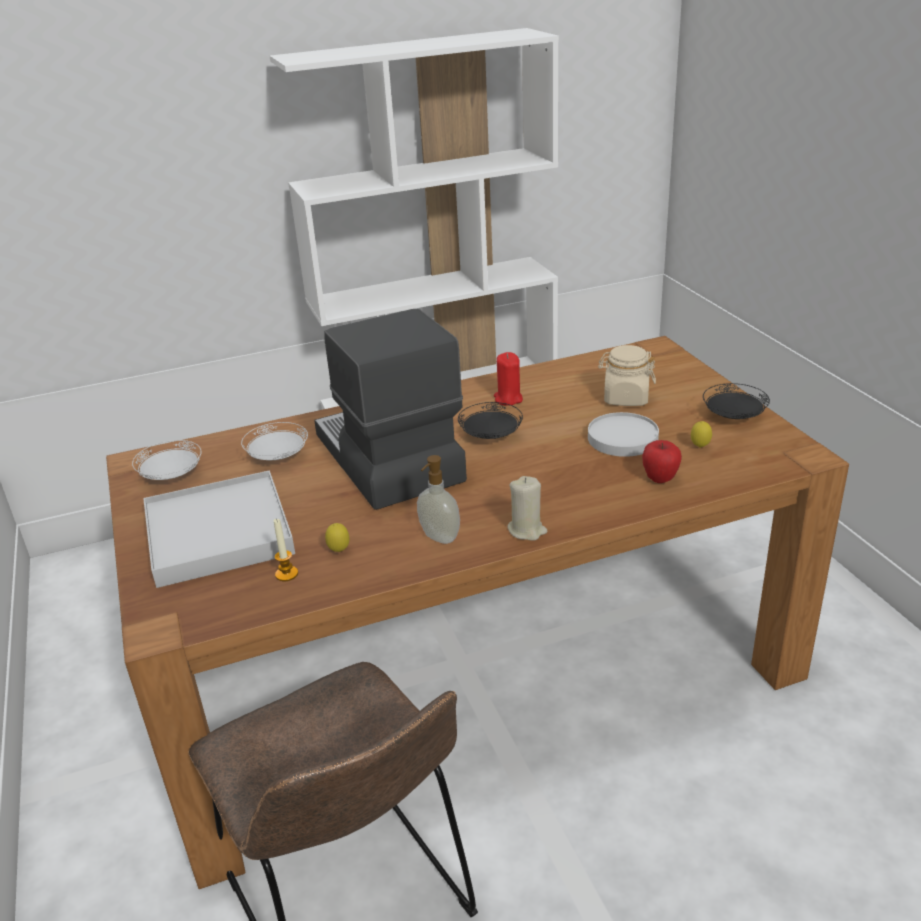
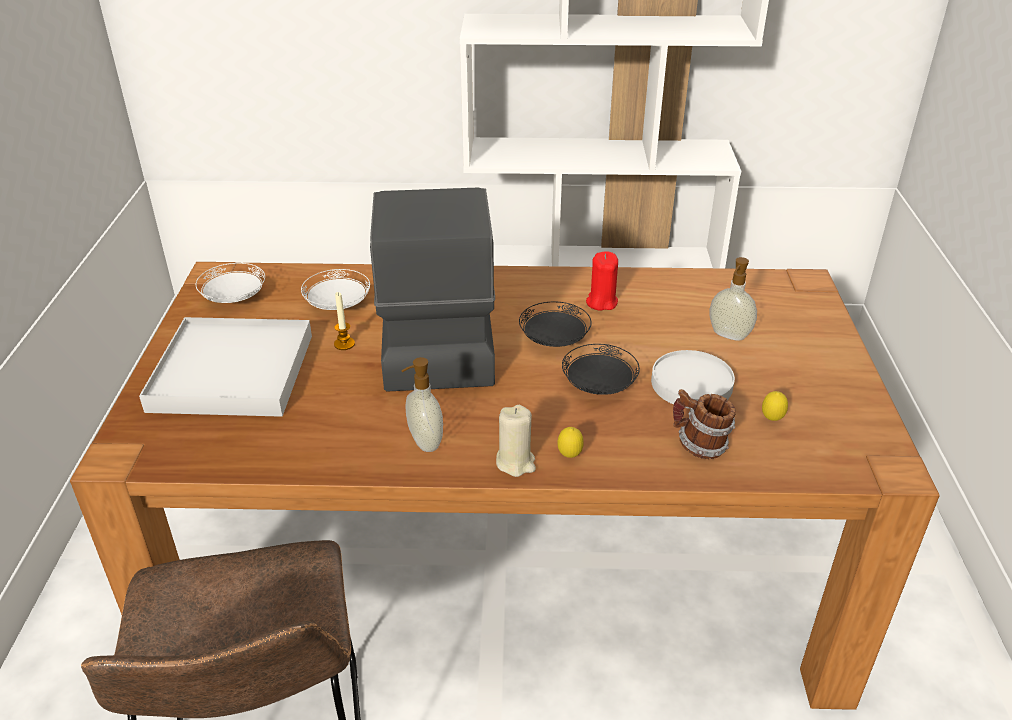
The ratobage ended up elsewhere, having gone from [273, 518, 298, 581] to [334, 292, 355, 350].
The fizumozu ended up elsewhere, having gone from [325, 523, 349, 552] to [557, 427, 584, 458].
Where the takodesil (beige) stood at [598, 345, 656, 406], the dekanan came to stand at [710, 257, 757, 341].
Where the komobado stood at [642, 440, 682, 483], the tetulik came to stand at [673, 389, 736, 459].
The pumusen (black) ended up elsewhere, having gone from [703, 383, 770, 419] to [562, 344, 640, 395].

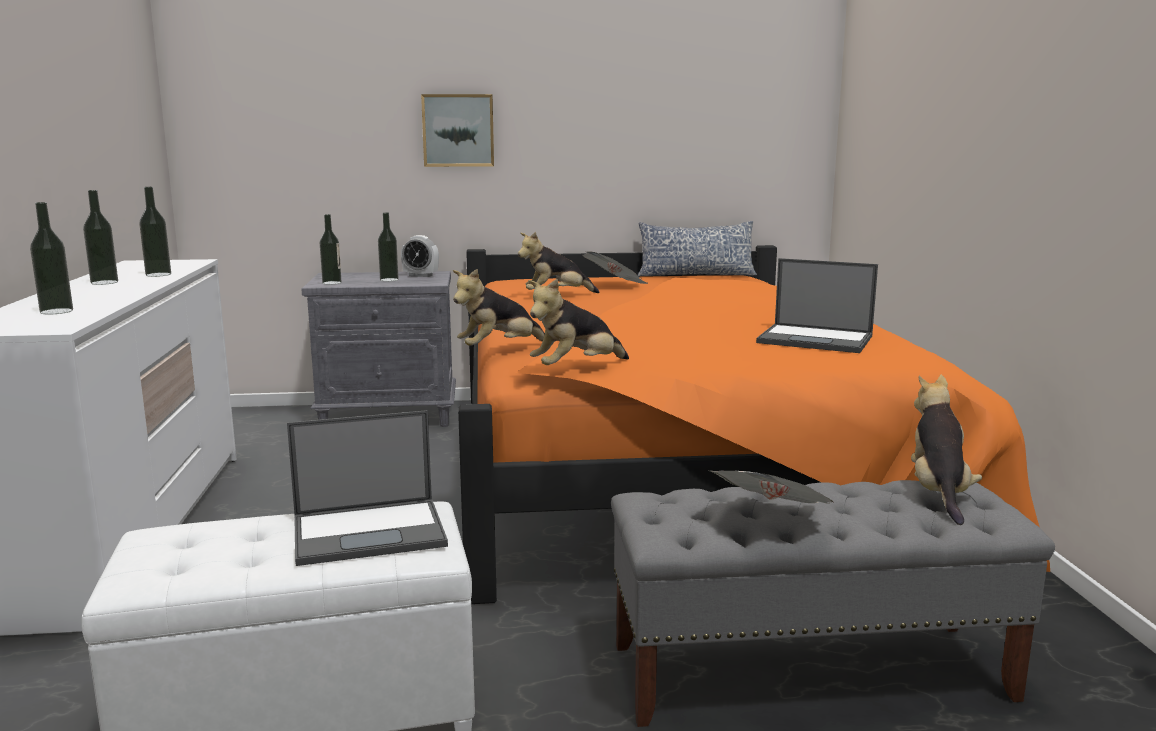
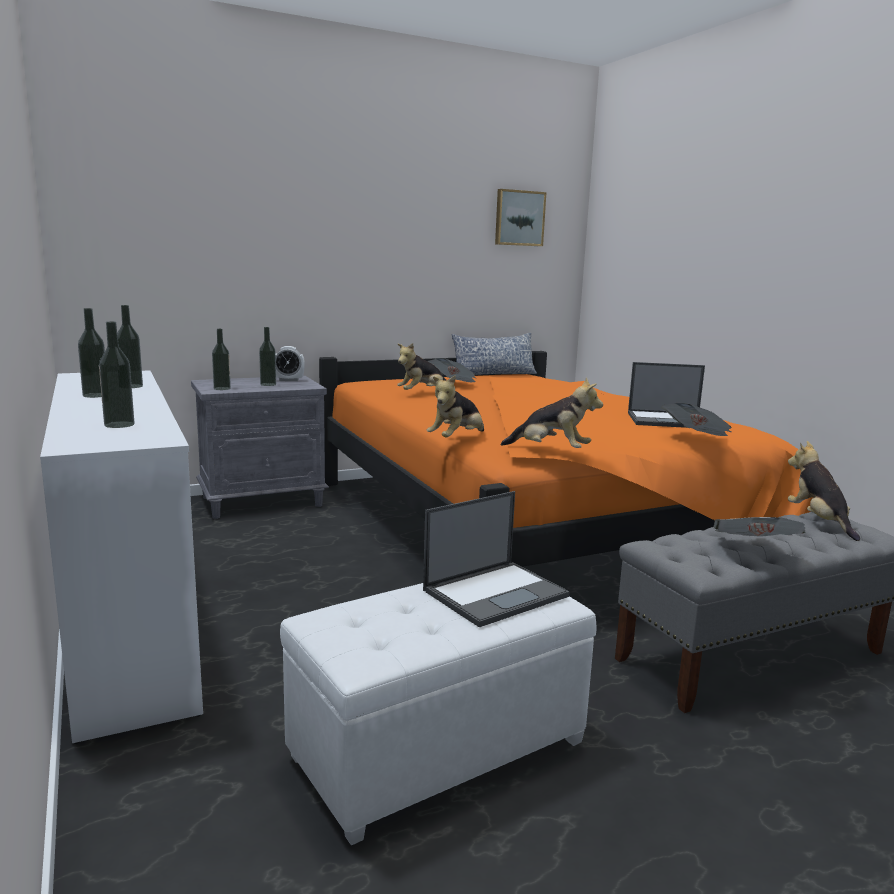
The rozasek ended up elsewhere, having gone from [421, 94, 494, 167] to [495, 189, 546, 246].
The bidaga at [529, 279, 629, 365] ended up facing another way, 105 degrees counterclockwise from before.
The second view gained the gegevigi at [661, 403, 732, 436].

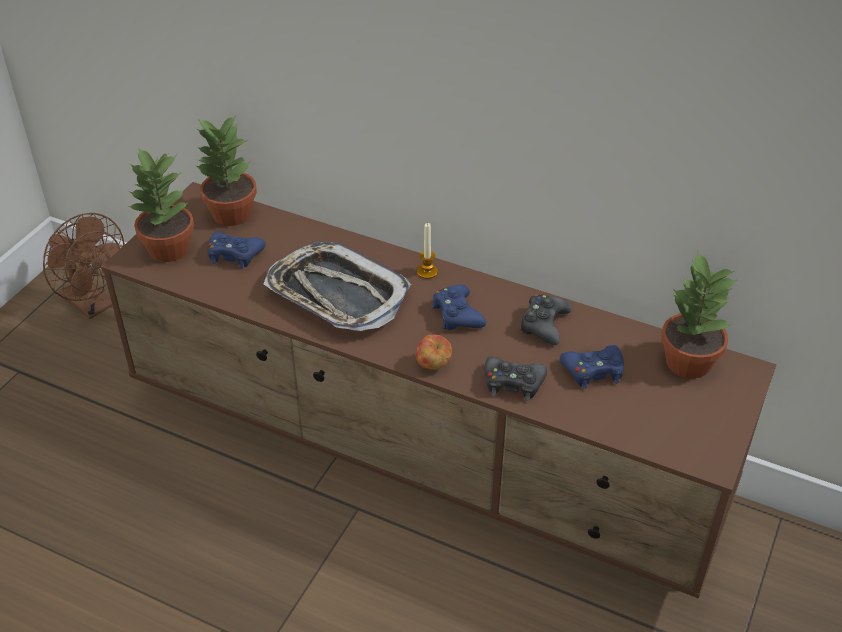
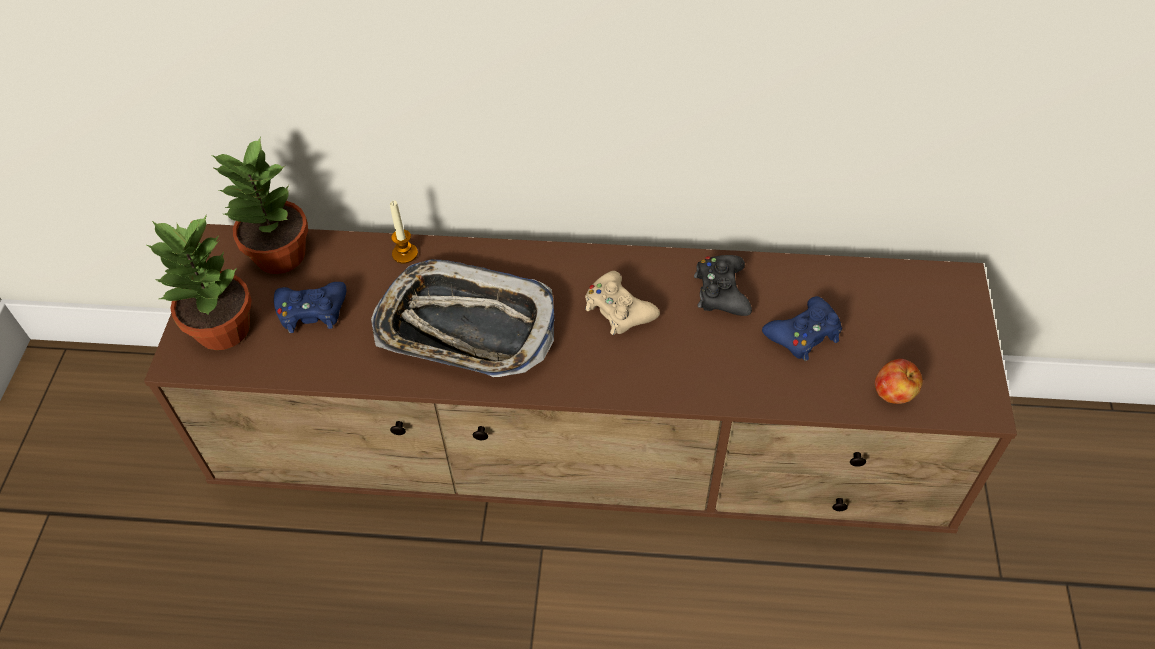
The second view lost the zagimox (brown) at [43, 213, 125, 319].
The komobado ended up elsewhere, having gone from [415, 334, 452, 370] to [875, 359, 923, 404].
The ratobage ended up elsewhere, having gone from [417, 223, 438, 279] to [390, 200, 418, 264].
What was the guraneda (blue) at [431, 285, 486, 330] turned into the guraneda (beige) at [585, 271, 660, 335].
The second view lost the guraneda (black) at [485, 357, 547, 401].
The second view lost the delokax at [661, 252, 737, 378].

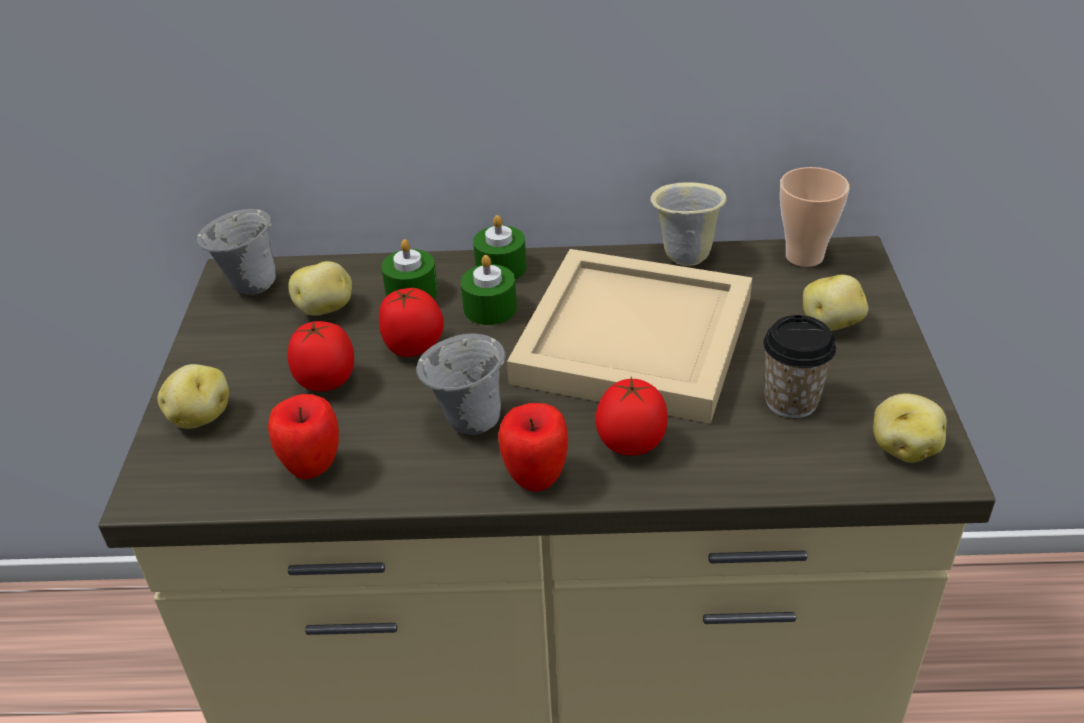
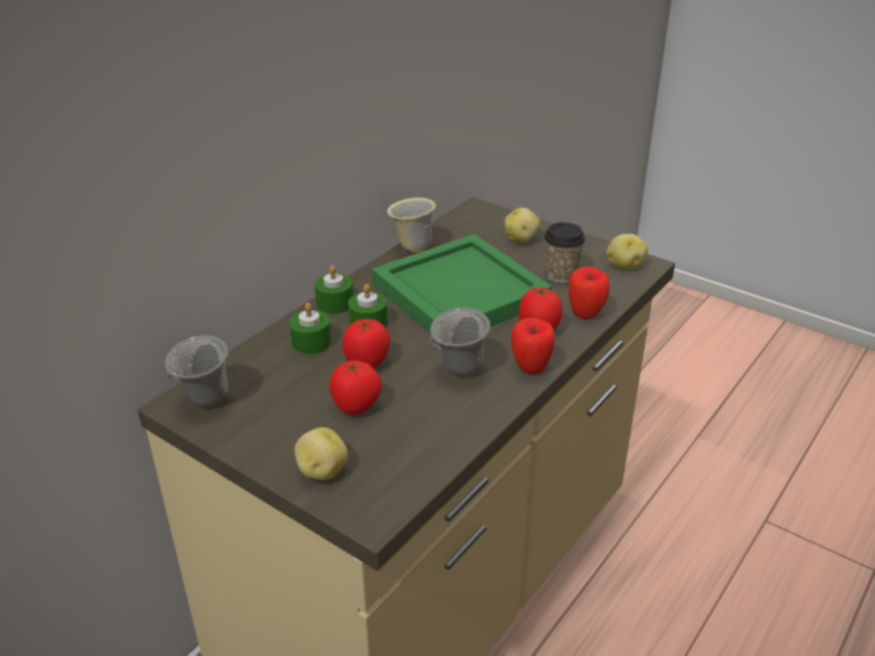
The komobado ended up elsewhere, having gone from [268, 394, 339, 479] to [569, 267, 610, 319].
The second view lost the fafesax at [288, 261, 352, 316].
What was the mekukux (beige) at [507, 249, 752, 424] turned into the mekukux (green) at [372, 234, 552, 334].
The second view lost the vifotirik at [780, 167, 850, 267].

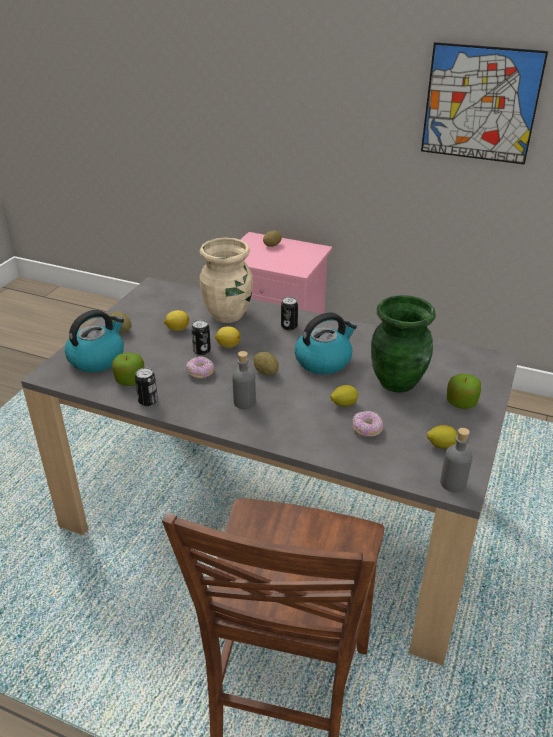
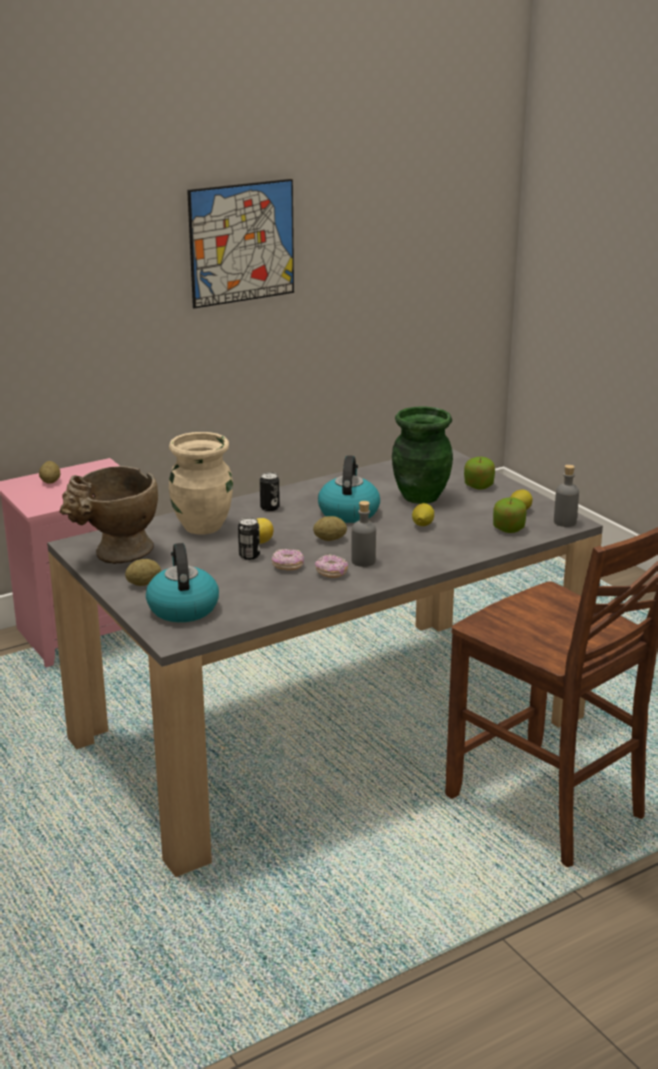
The komobado ended up elsewhere, having gone from [112, 352, 144, 386] to [493, 497, 526, 533].
The second view lost the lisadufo at [135, 368, 158, 406].
The second view lost the fizumozu at [164, 310, 189, 331].
The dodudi ended up elsewhere, having gone from [353, 411, 383, 437] to [315, 554, 348, 578].
The second view gained the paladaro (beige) at [60, 466, 158, 564].

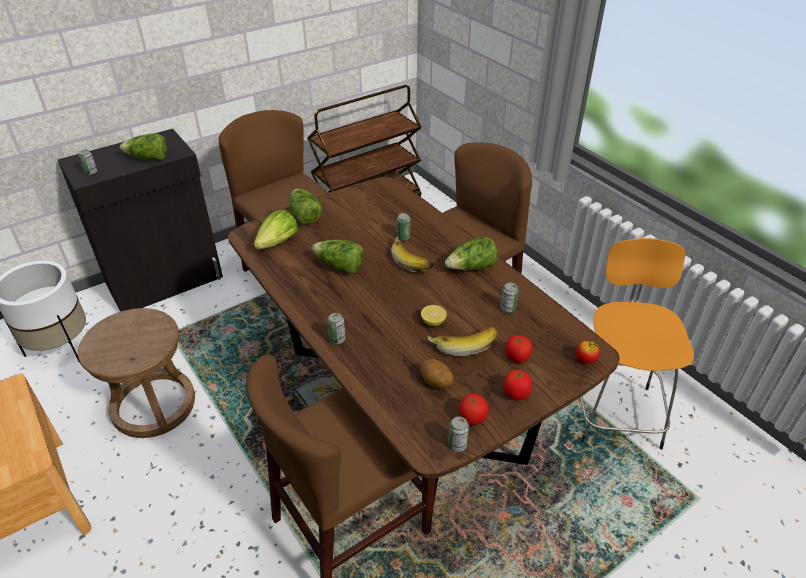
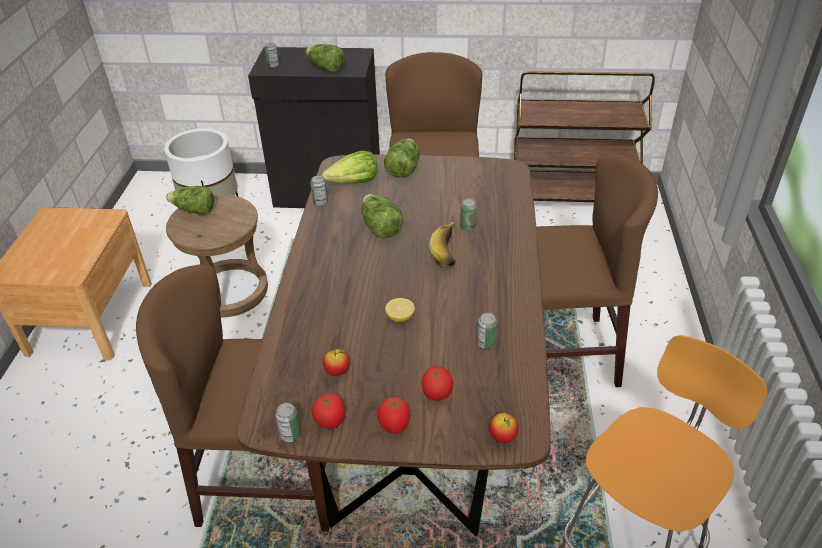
The lisadufo ended up elsewhere, having gone from [327, 313, 345, 344] to [310, 176, 328, 206].
Where the fafesax stood at [420, 359, 454, 389], the komobado came to stand at [323, 349, 350, 376].
The second view lost the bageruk at [428, 325, 498, 356].
The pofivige ended up elsewhere, having gone from [445, 236, 498, 270] to [166, 186, 214, 215].

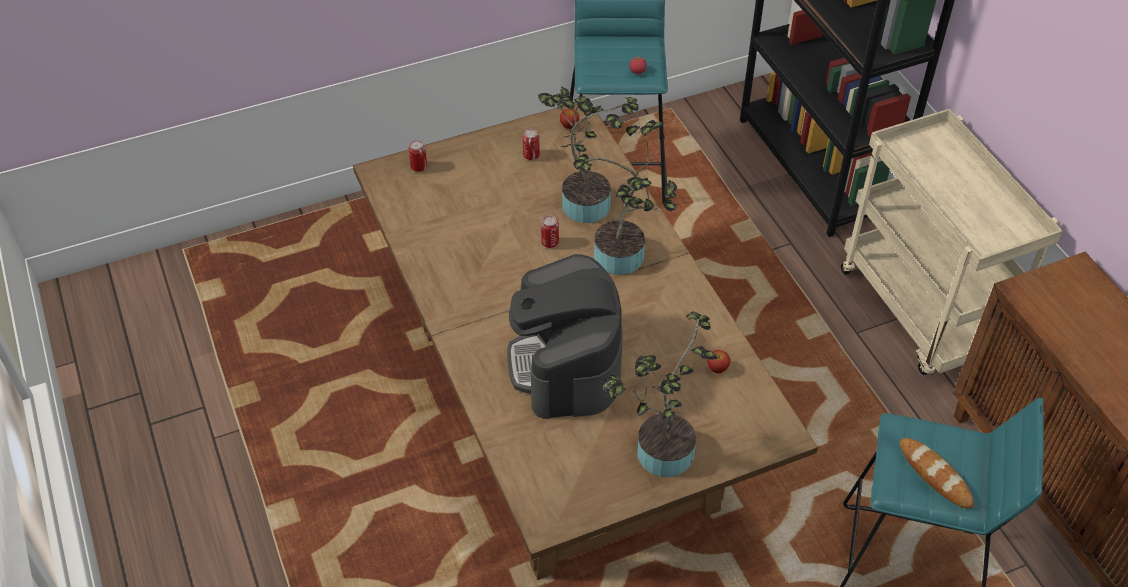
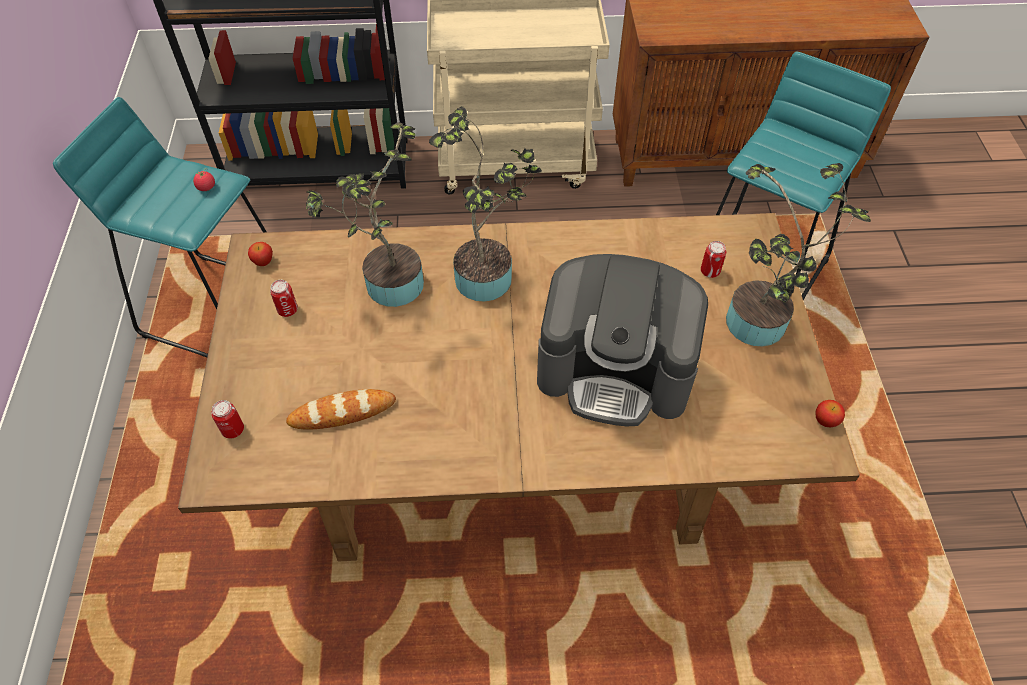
The lisadufo ended up elsewhere, having gone from [541, 215, 559, 248] to [701, 241, 726, 278].
The komobado ended up elsewhere, having gone from [707, 350, 731, 374] to [815, 400, 845, 427].
The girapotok ended up elsewhere, having gone from [900, 438, 974, 509] to [286, 389, 396, 429].

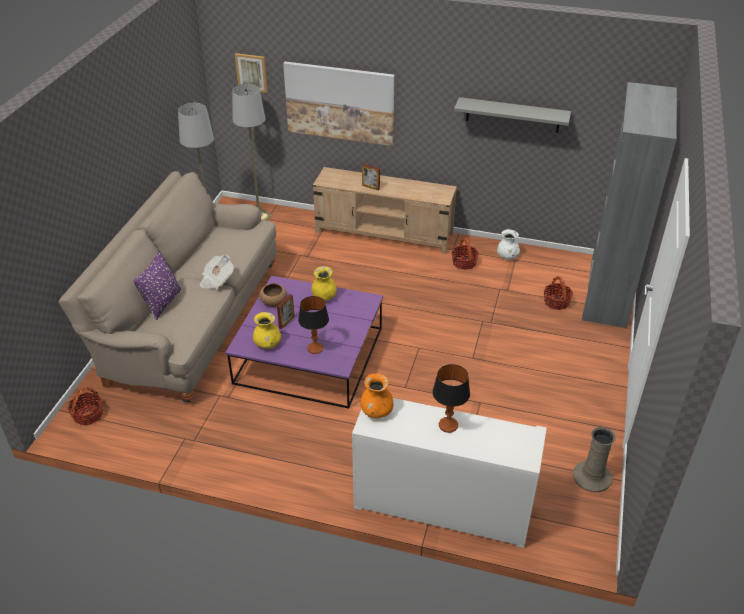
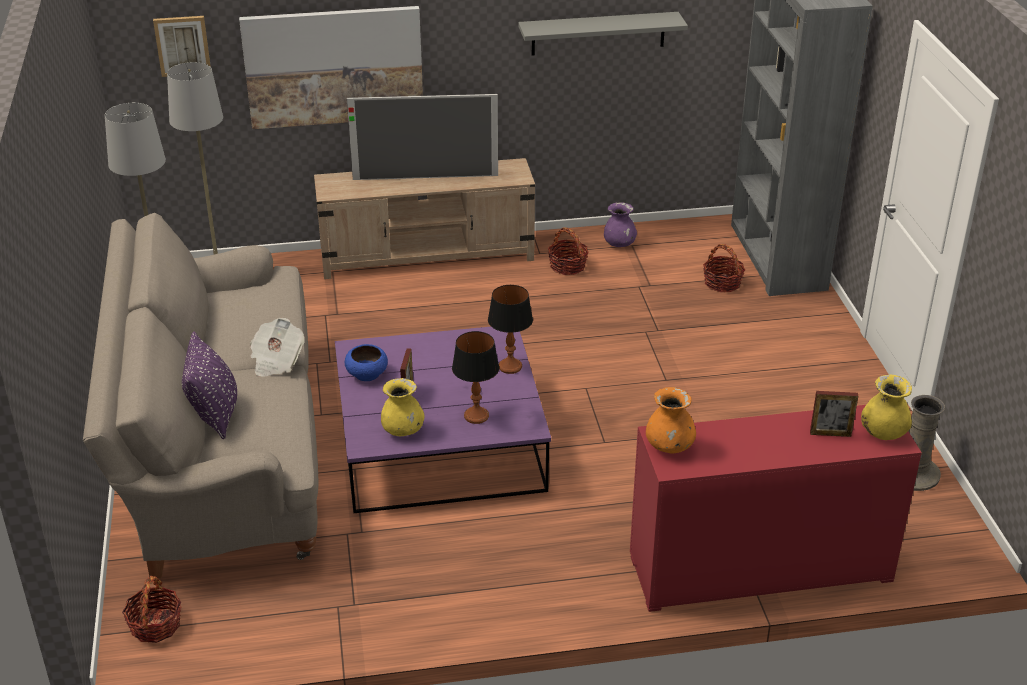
What was the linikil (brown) at [259, 283, 287, 307] turned into the linikil (blue) at [345, 344, 388, 381].
The paladaro (yellow) ended up elsewhere, having gone from [311, 266, 337, 301] to [861, 375, 912, 440].
What was the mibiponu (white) at [352, 398, 547, 548] turned into the mibiponu (red) at [630, 405, 922, 612].
The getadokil ended up elsewhere, having gone from [362, 164, 380, 191] to [810, 391, 858, 437].
The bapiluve ended up elsewhere, having gone from [432, 364, 470, 433] to [488, 285, 533, 374].
What was the paladaro (white) at [497, 229, 520, 260] turned into the paladaro (purple) at [604, 203, 637, 247].
The second view gained the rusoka at [347, 94, 498, 180].

